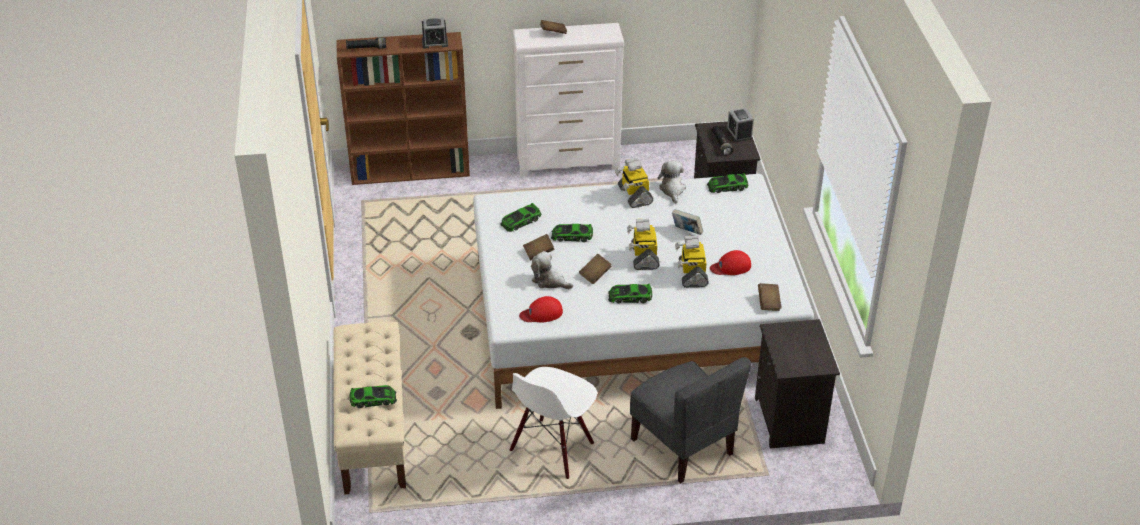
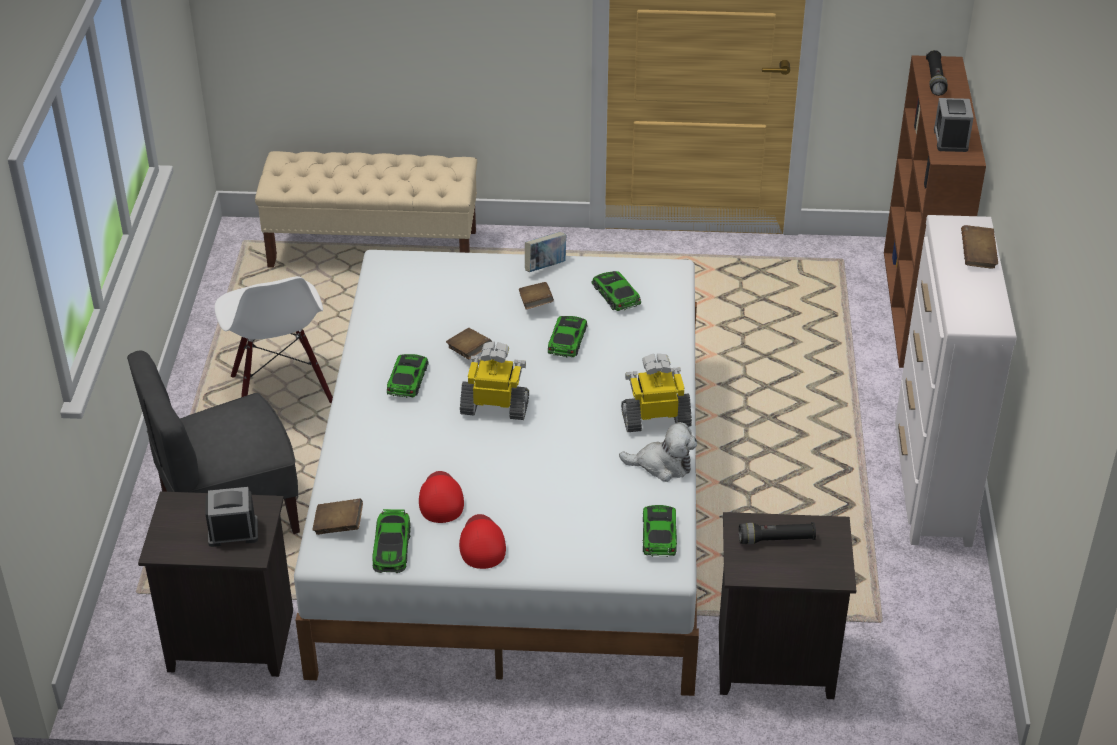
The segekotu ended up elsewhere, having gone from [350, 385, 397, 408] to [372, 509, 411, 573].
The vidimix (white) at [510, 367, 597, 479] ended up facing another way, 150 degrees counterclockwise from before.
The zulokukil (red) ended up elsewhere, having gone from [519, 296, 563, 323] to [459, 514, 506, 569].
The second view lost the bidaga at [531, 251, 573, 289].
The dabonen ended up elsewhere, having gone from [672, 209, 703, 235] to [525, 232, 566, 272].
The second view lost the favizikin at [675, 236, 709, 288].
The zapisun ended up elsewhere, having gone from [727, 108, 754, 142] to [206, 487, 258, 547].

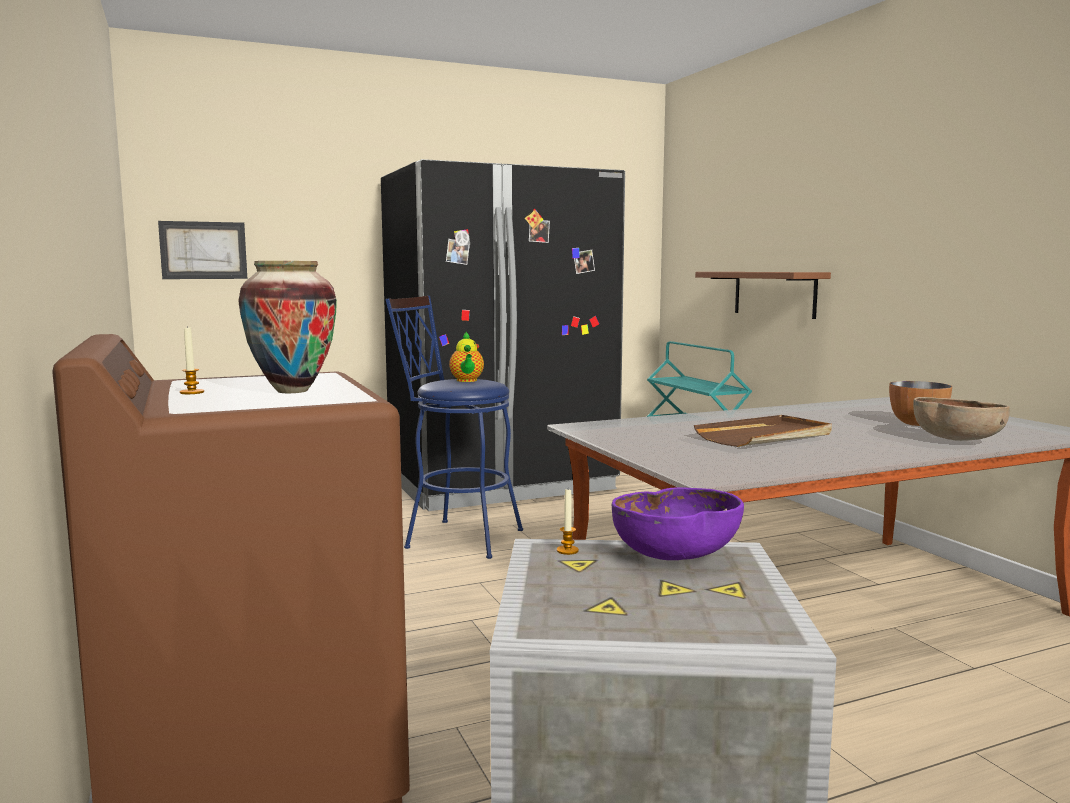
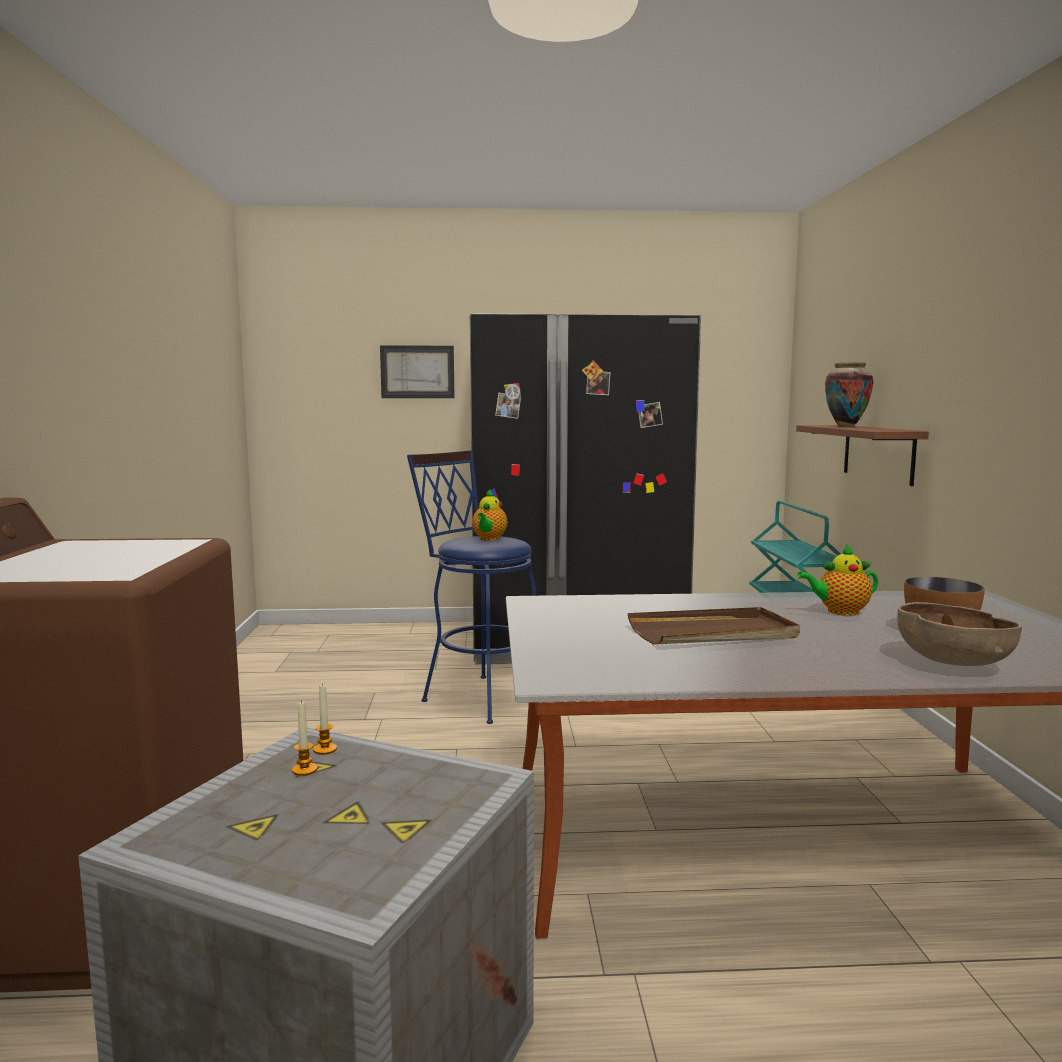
The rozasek ended up elsewhere, having gone from [158, 221, 247, 279] to [380, 345, 455, 398].
The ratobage ended up elsewhere, having gone from [180, 325, 204, 394] to [292, 700, 318, 776].
The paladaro ended up elsewhere, having gone from [238, 261, 337, 393] to [825, 363, 873, 427].
The second view lost the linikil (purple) at [612, 487, 744, 560].
The second view gained the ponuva at [797, 544, 878, 616].

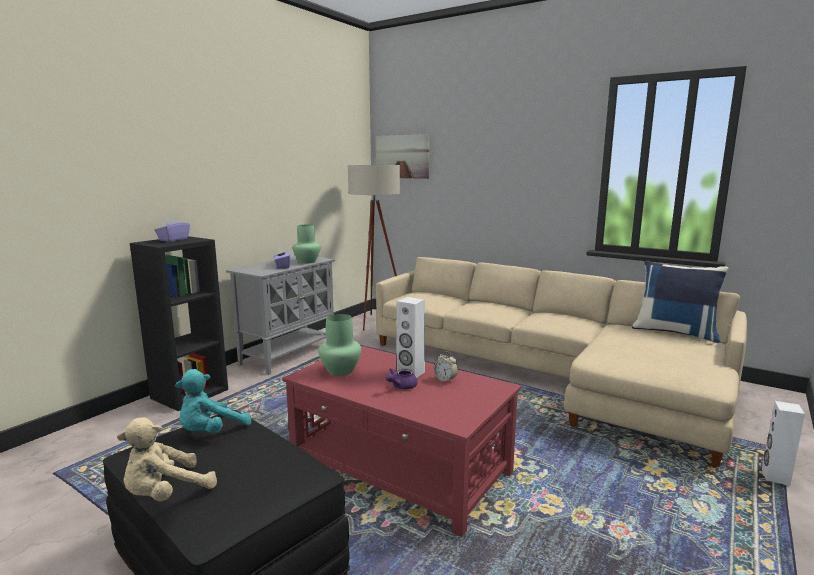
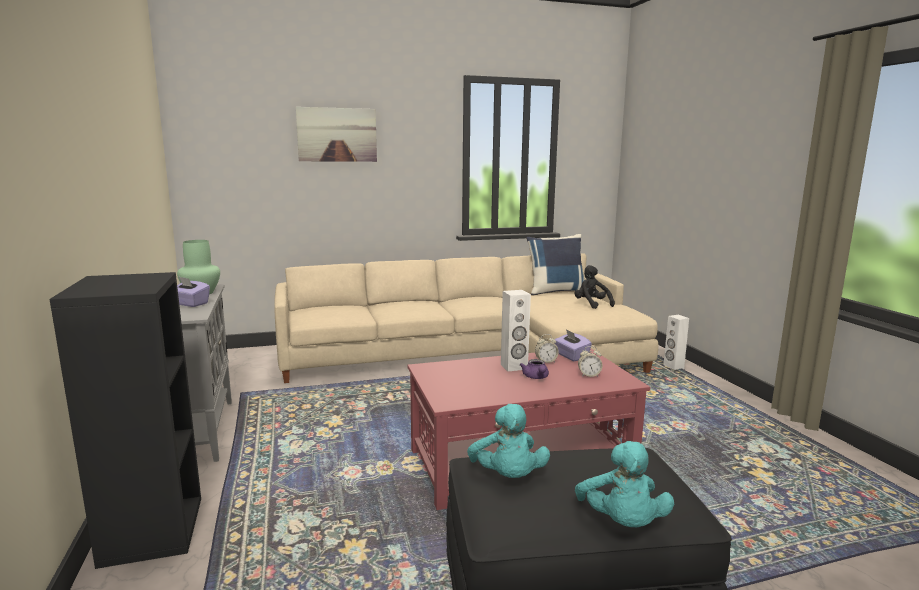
What was the bidaga (beige) at [117, 417, 217, 501] turned into the bidaga (turquoise) at [575, 441, 674, 528].
The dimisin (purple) ended up elsewhere, having gone from [154, 217, 190, 242] to [554, 329, 592, 361].
The second view lost the paladaro (green) at [318, 314, 361, 376].
The second view lost the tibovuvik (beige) at [348, 165, 400, 331].
The rozasek ended up elsewhere, having gone from [376, 134, 430, 179] to [296, 107, 377, 162].
The second view gained the bidaga (black) at [575, 265, 615, 309].
The second view gained the zapisun at [578, 346, 603, 377].

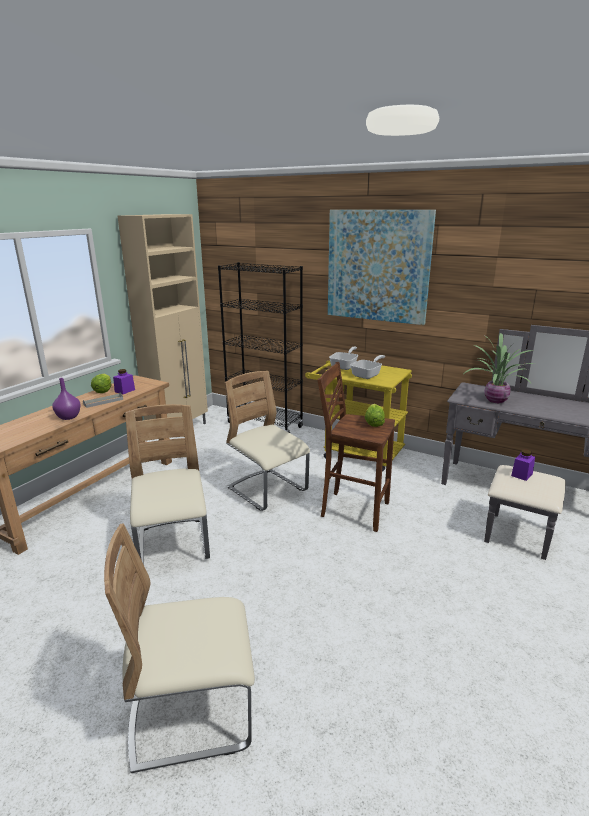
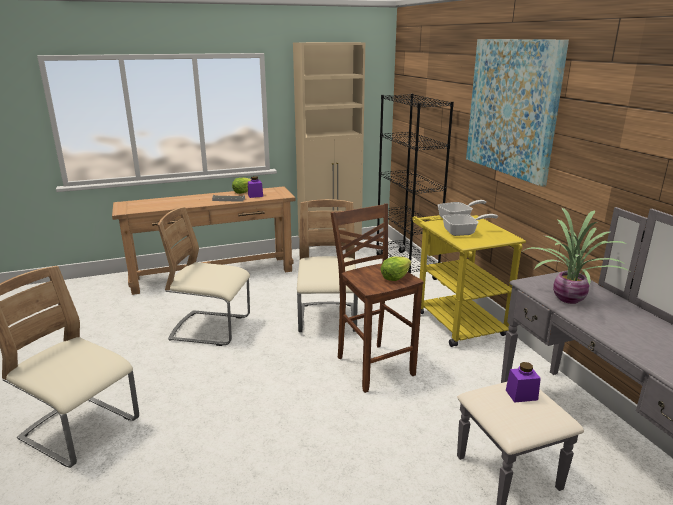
The second view lost the paladaro (purple) at [53, 378, 81, 420].
The vidimix (beige) at [125, 404, 210, 565] ended up facing another way, 105 degrees counterclockwise from before.

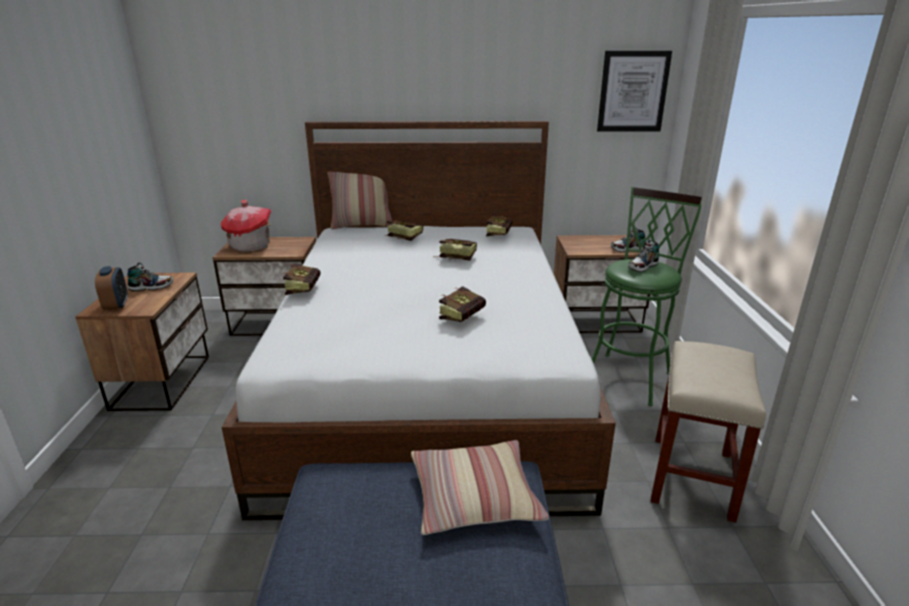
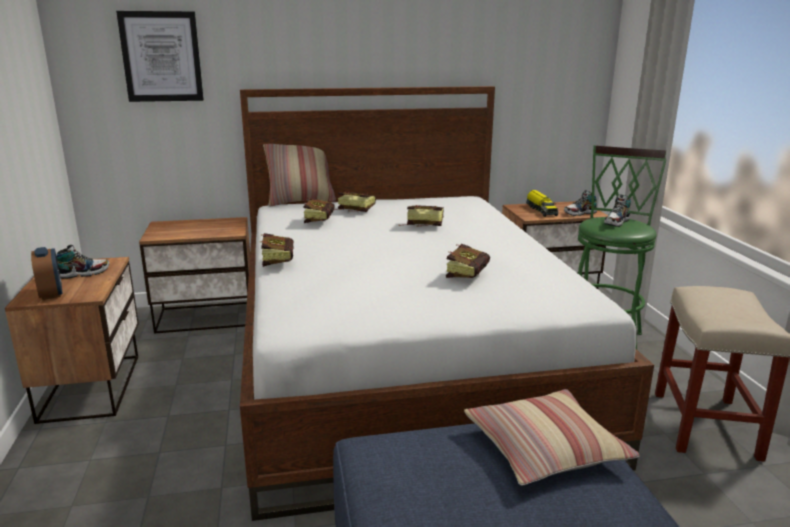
The second view lost the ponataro at [221, 200, 271, 252].
The dabonen ended up elsewhere, having gone from [486, 214, 513, 236] to [303, 197, 335, 223].
The rozasek ended up elsewhere, having gone from [597, 51, 672, 132] to [116, 11, 204, 102].
The second view gained the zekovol at [526, 190, 559, 217].

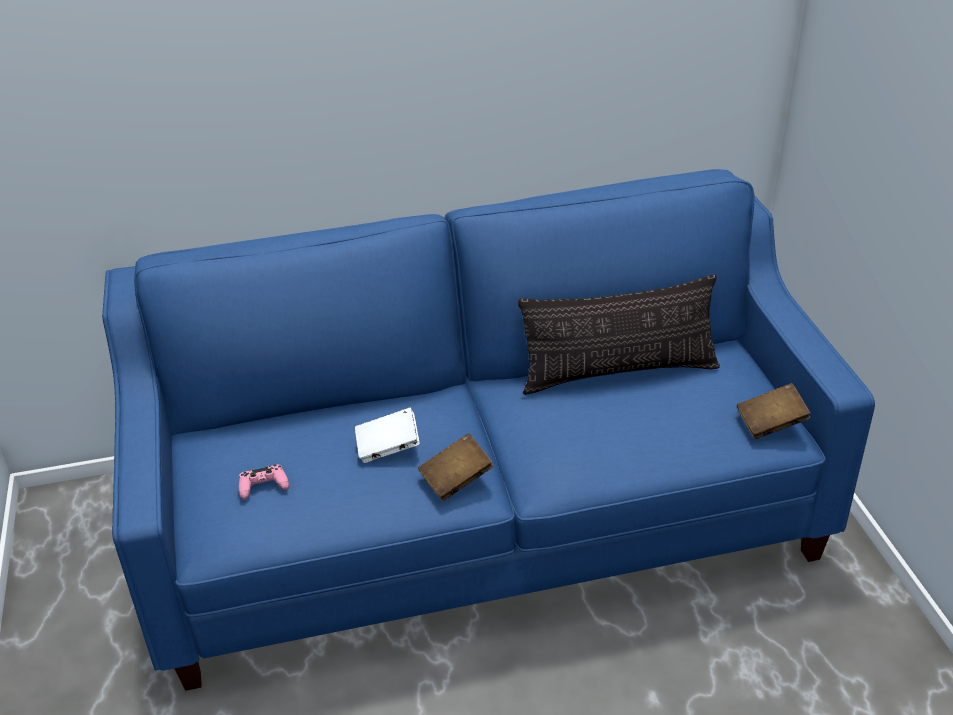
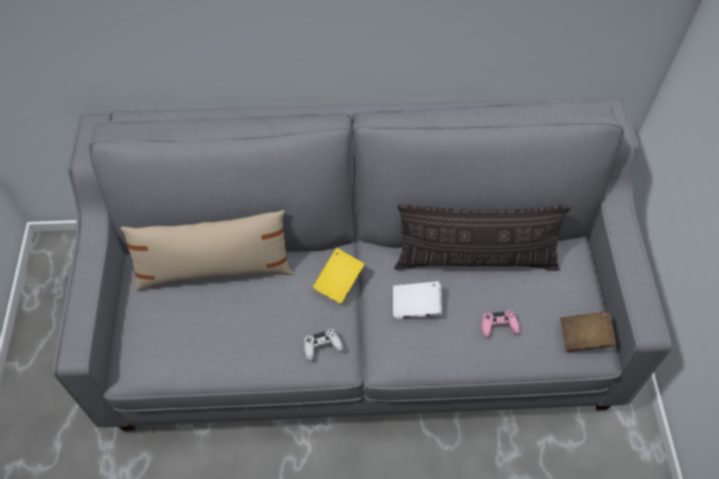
What was the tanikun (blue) at [102, 169, 875, 691] turned into the tanikun (grey) at [53, 98, 672, 431].
The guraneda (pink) ended up elsewhere, having gone from [239, 465, 289, 500] to [482, 310, 520, 338].
The dabonen (white) ended up elsewhere, having gone from [355, 408, 420, 463] to [393, 281, 442, 319].
Where the dabonen (brown) stood at [418, 433, 493, 501], the guraneda (white) came to stand at [304, 329, 343, 361].
The second view gained the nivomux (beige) at [120, 210, 293, 290].
The second view gained the dabonen (yellow) at [313, 248, 364, 304].

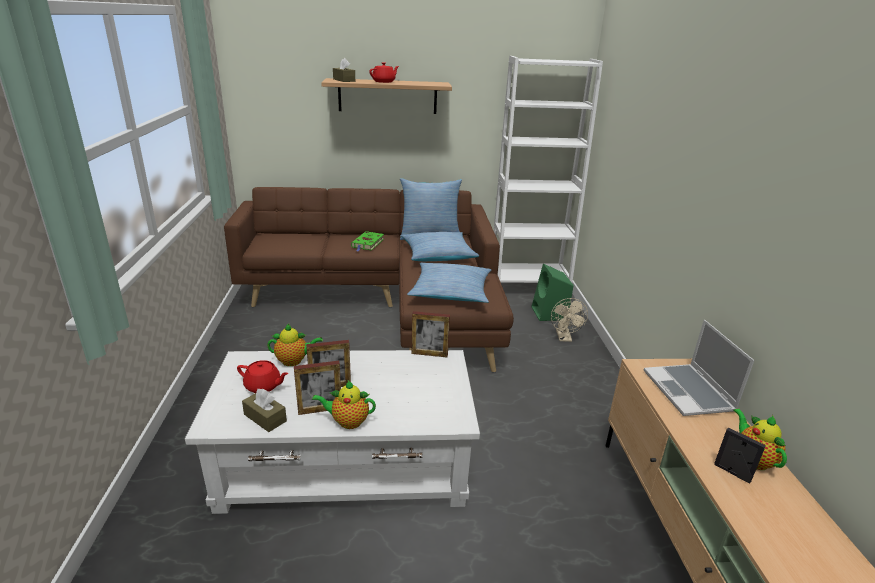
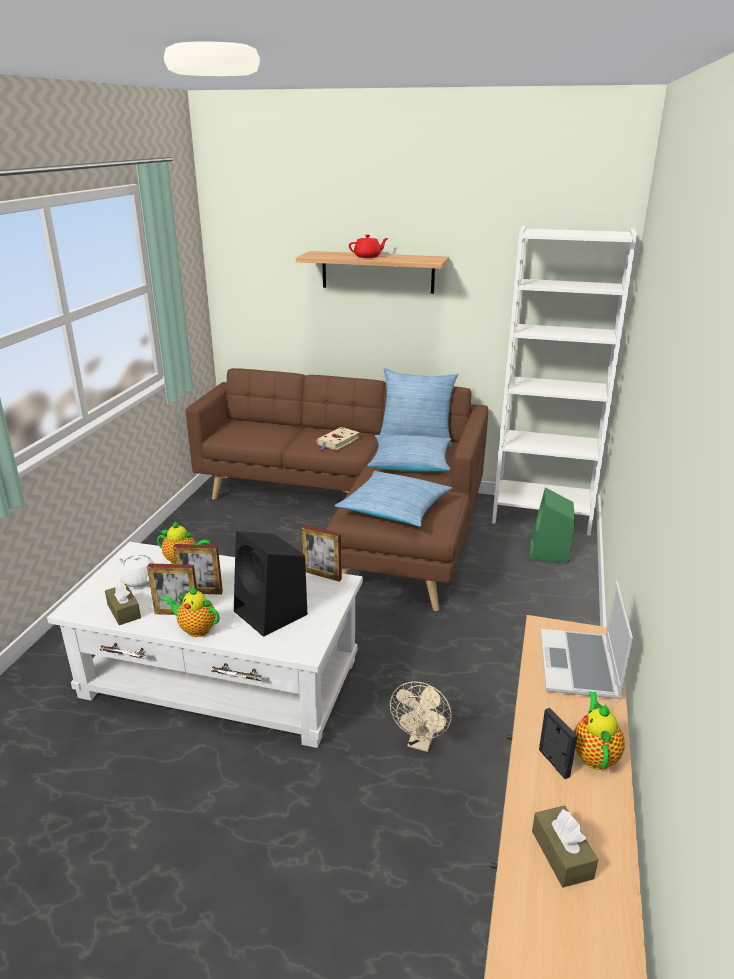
What was the ponuva (red) at [237, 360, 289, 393] turned into the ponuva (white) at [119, 554, 155, 588].
The dimisin (brown) ended up elsewhere, having gone from [333, 58, 355, 82] to [532, 806, 598, 888].
What was the dabonen (green) at [351, 231, 384, 251] turned into the dabonen (beige) at [317, 427, 360, 450].
The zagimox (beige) ended up elsewhere, having gone from [551, 298, 588, 342] to [390, 682, 452, 752].
The second view gained the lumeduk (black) at [234, 531, 308, 637].

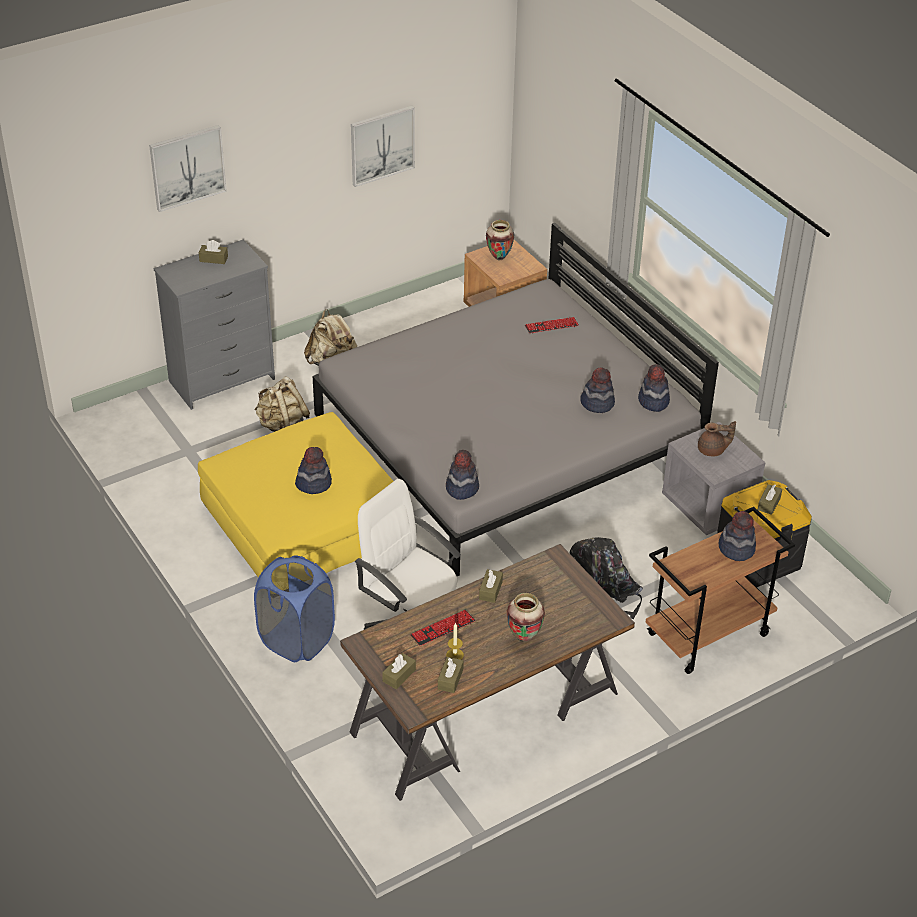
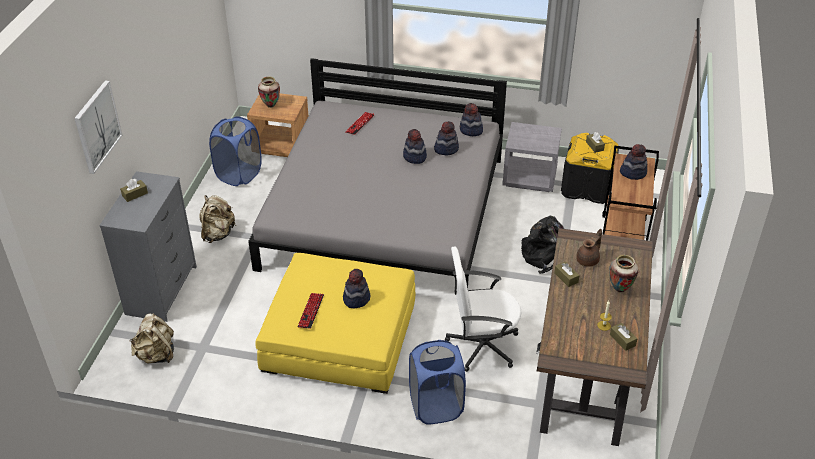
The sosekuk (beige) ended up elsewhere, having gone from [254, 377, 310, 432] to [130, 313, 174, 364].
The second view lost the rozasek at [351, 106, 415, 187].
The second view lost the dimisin (brown) at [382, 653, 416, 689].
The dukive ended up elsewhere, having gone from [410, 610, 476, 646] to [297, 293, 324, 329].
The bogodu ended up elsewhere, having gone from [446, 450, 479, 500] to [403, 129, 427, 164].
The ponuva (brown) ended up elsewhere, having gone from [698, 421, 736, 456] to [576, 229, 602, 267].
The second view gained the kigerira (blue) at [209, 116, 262, 186].

